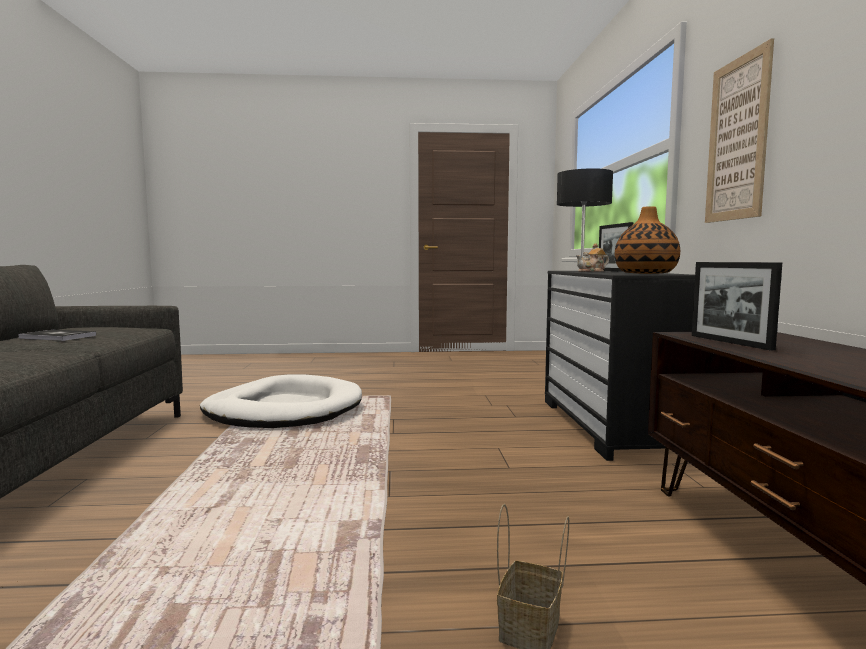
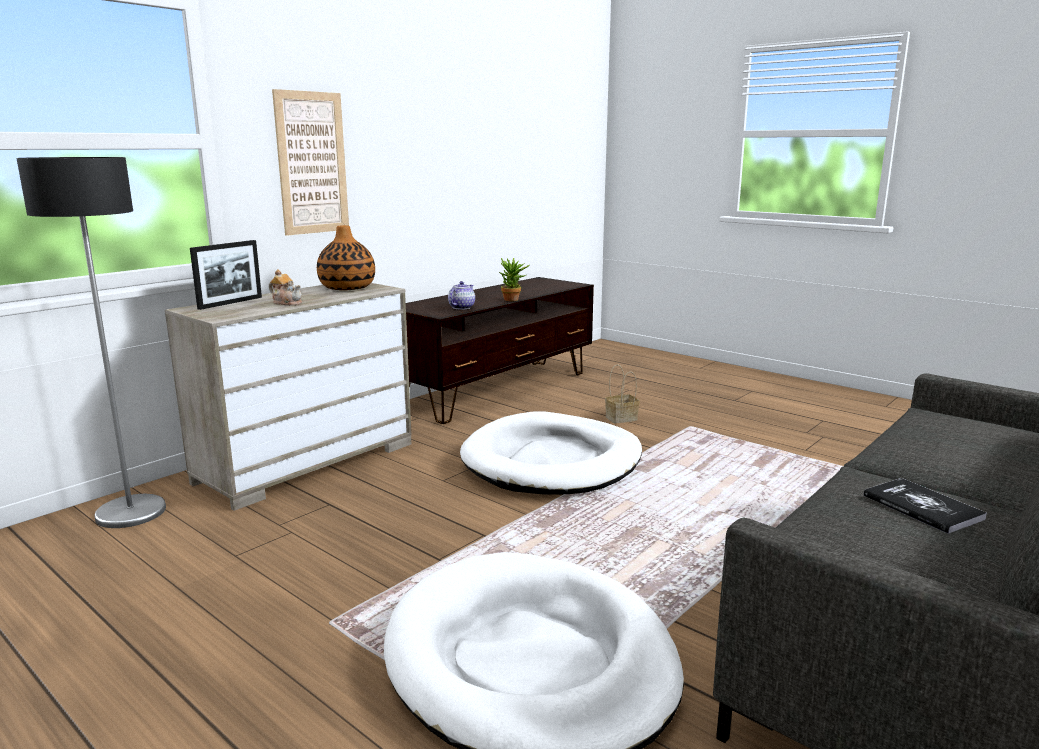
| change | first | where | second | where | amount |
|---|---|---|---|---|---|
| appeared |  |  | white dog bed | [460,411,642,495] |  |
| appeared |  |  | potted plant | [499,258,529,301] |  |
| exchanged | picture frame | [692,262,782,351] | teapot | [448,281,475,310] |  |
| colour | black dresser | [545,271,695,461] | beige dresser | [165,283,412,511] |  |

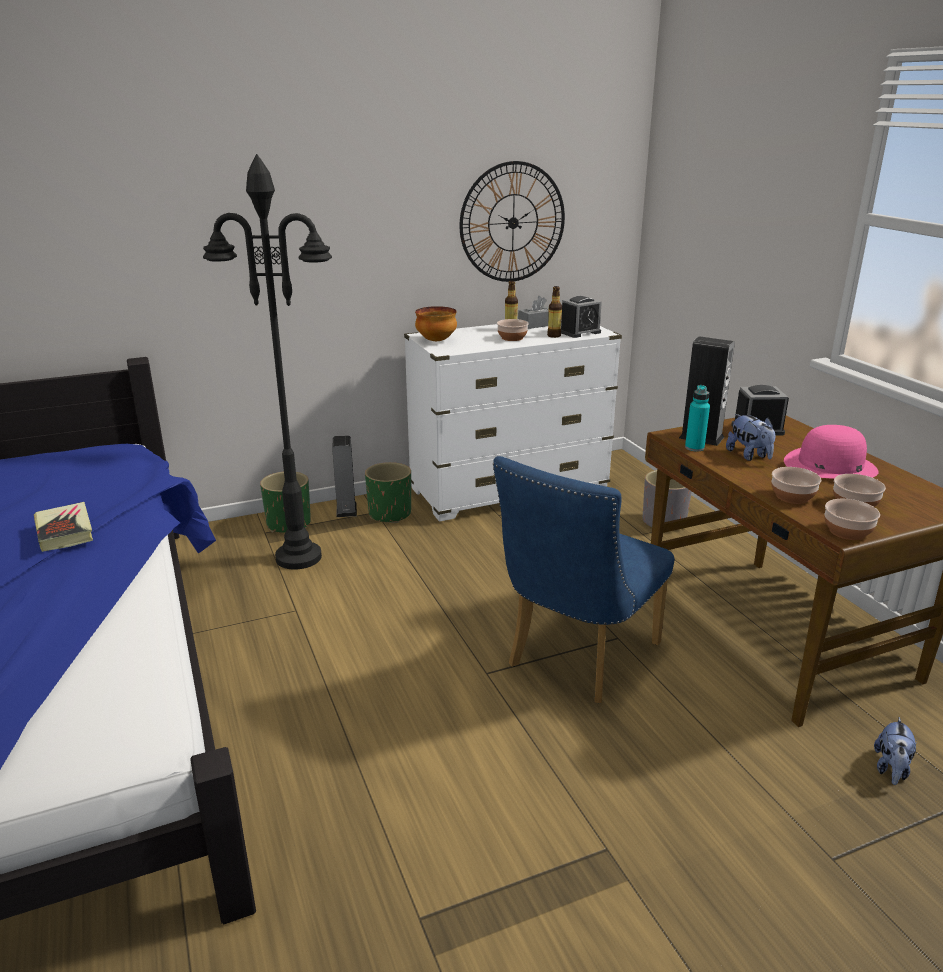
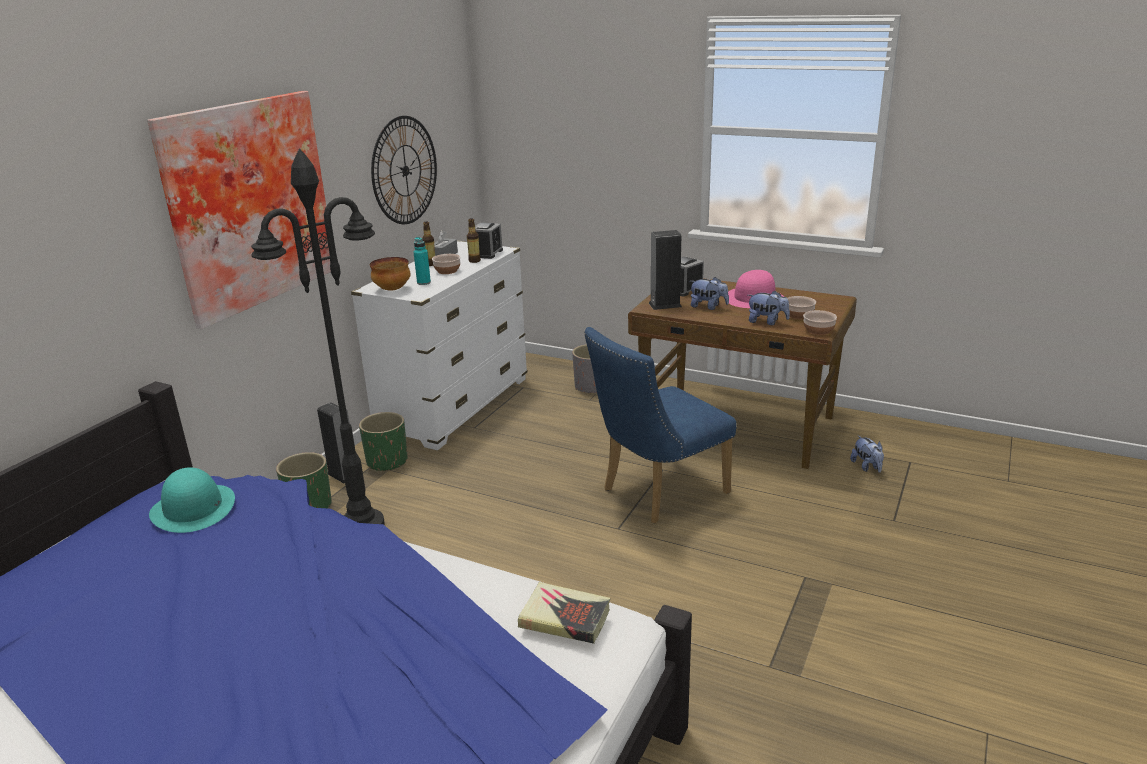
| change | first | where | second | where | amount |
|---|---|---|---|---|---|
| appeared |  |  | picture | [147,91,331,329] |  |
| appeared |  |  | turquoise hat | [149,467,235,533] |  |
| relocated | book | [34,502,93,552] |  | [518,582,610,644] |  |
| relocated | turquoise bottle | [685,385,710,451] |  | [414,237,431,285] |  |
| exchanged | bowl | [771,467,821,504] | plush toy | [748,290,790,325] |  |
| spun | blue chair | [493,456,674,703] |  | [584,327,737,524] | 60 degrees clockwise |

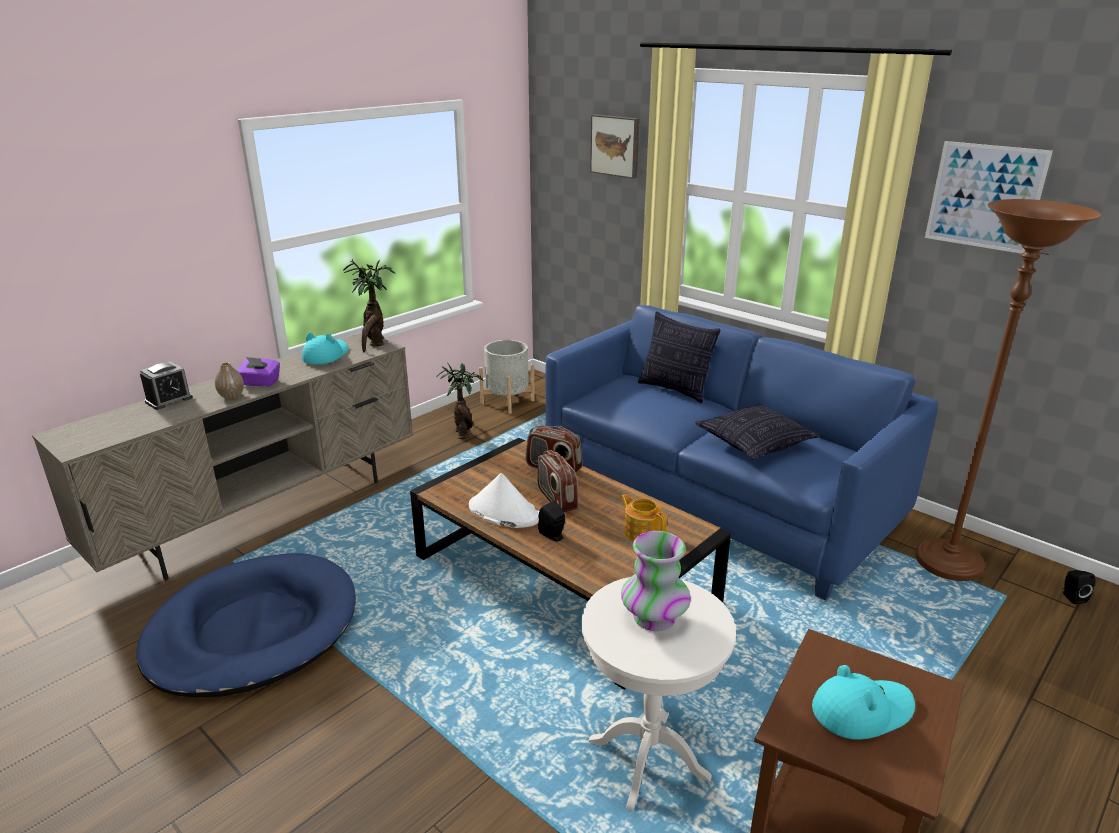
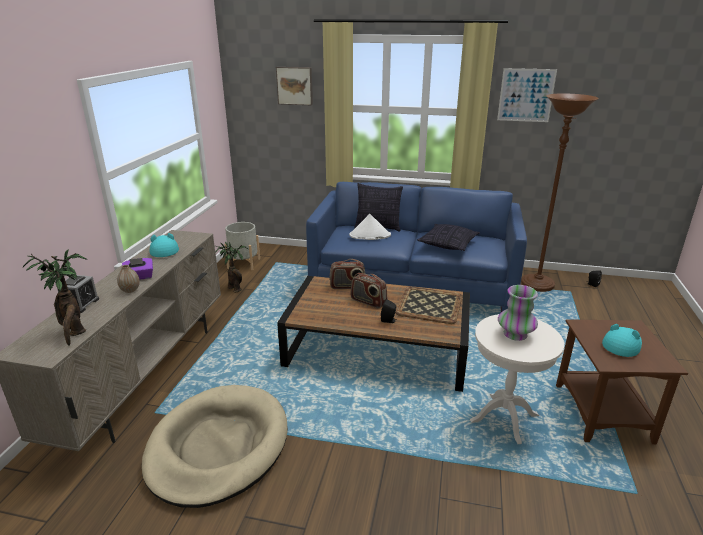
| change | first | where | second | where | amount |
|---|---|---|---|---|---|
| relocated | potted plant | [343,259,395,353] |  | [22,249,87,346] |  |
| relocated | white hat | [469,473,539,528] |  | [349,214,391,240] |  |
| exchanged | teapot | [621,494,667,542] | tray | [395,286,462,324] |  |
| colour | blue dog bed | [136,553,356,697] | beige dog bed | [142,385,288,508] |  |

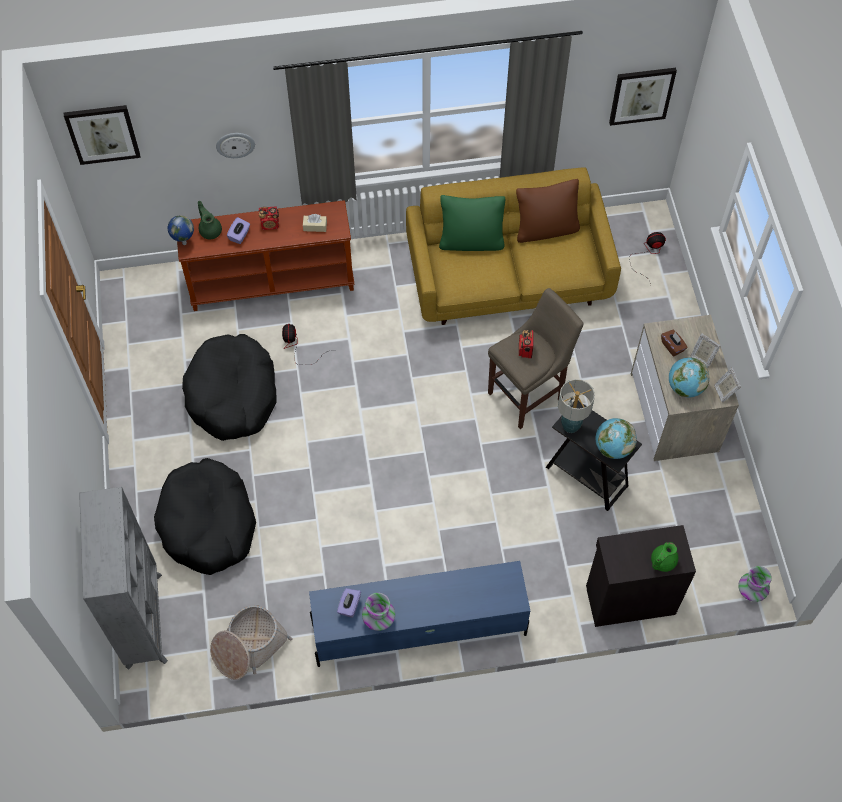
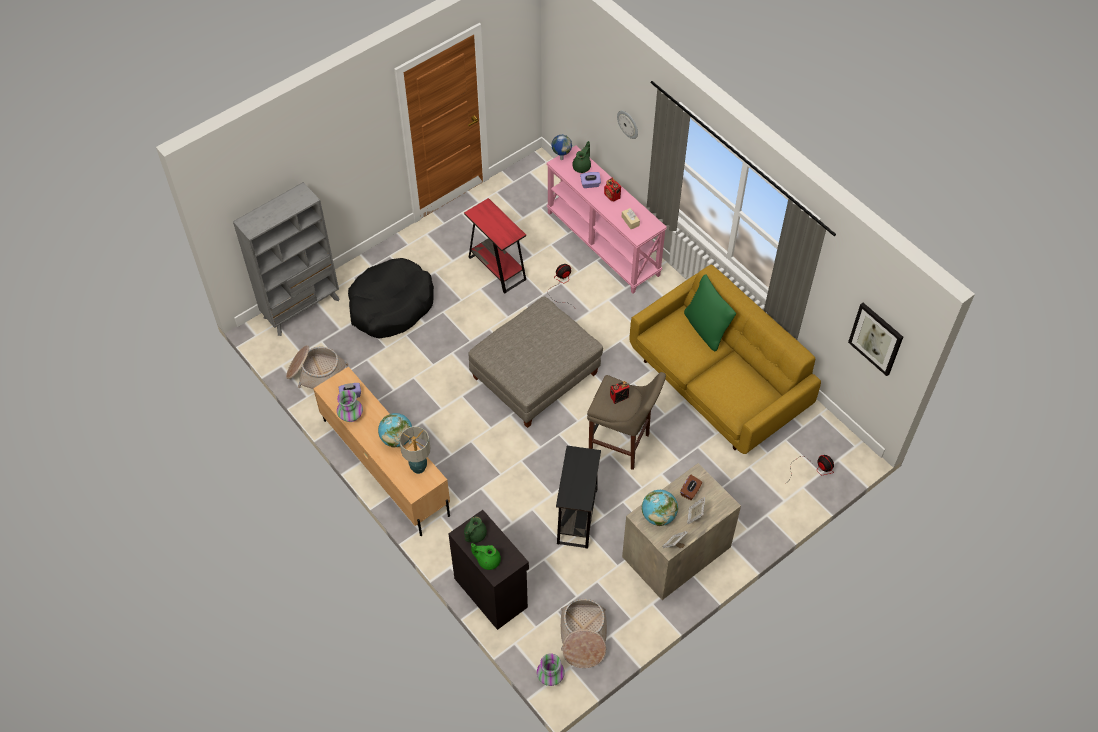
| change | first | where | second | where | amount |
|---|---|---|---|---|---|
| missing | picture | [64,105,141,165] |  |  |  |
| missing | brown pillow | [516,179,580,243] |  |  |  |
| appeared |  |  | green teapot | [464,516,487,543] |  |
| appeared |  |  | grey ottoman | [468,296,603,428] |  |
| appeared |  |  | basket | [561,599,607,668] |  |
| relocated | table lamp | [558,379,595,433] |  | [399,427,430,474] |  |
| relocated | globe | [595,418,637,459] |  | [378,413,412,448] |  |
| exchanged | black dog bed | [182,334,276,441] | red side table | [464,198,526,294] |  |
| colour | brown console table | [177,200,355,311] | pink console table | [547,145,667,294] |  |
| colour | blue tv stand | [309,561,530,667] | beige tv stand | [313,367,450,536] |  |

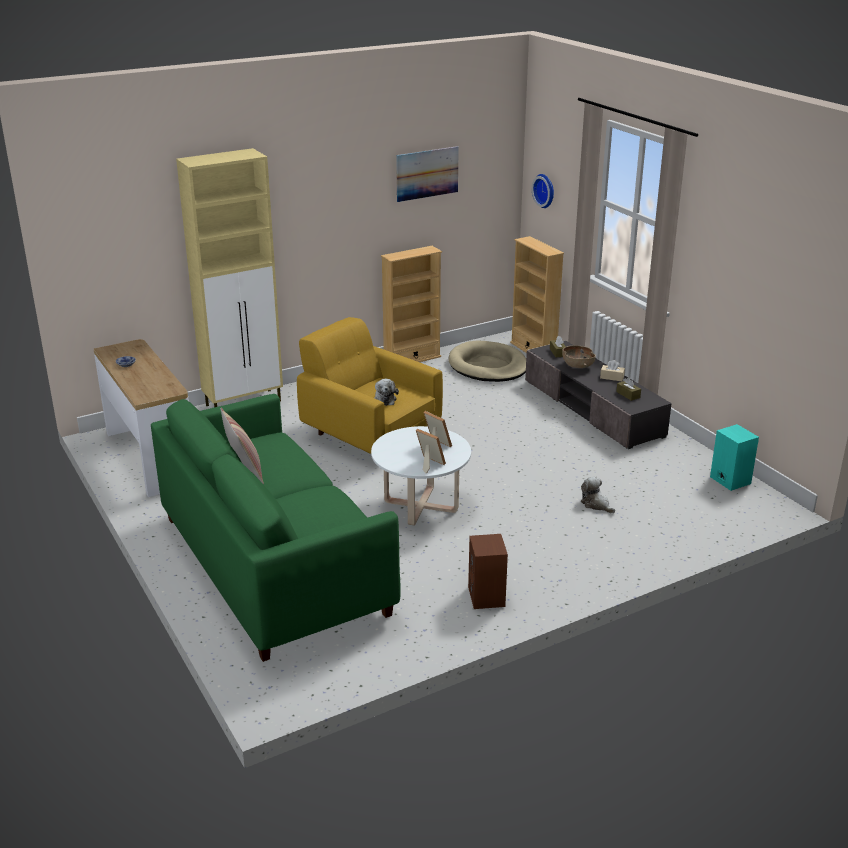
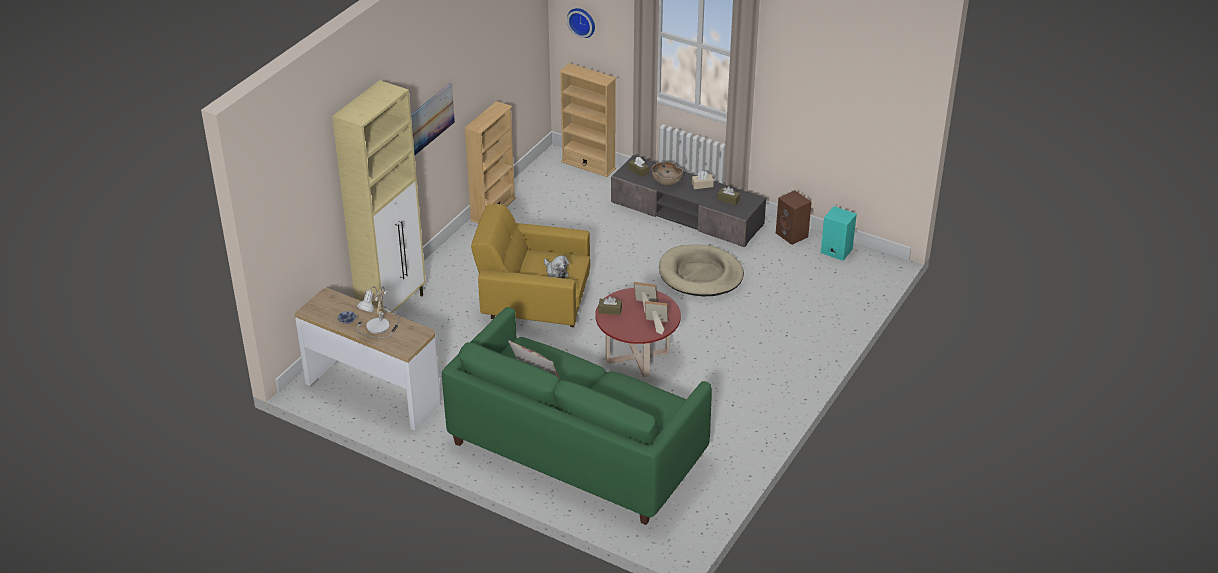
| change | first | where | second | where | amount |
|---|---|---|---|---|---|
| missing | plush toy | [581,477,615,513] |  |  |  |
| appeared |  |  | table lamp | [356,286,399,339] |  |
| appeared |  |  | brown tissue box | [598,296,622,315] |  |
| relocated | picture | [396,146,459,202] |  | [411,83,455,155] |  |
| relocated | beige dog bed | [449,340,526,382] |  | [659,244,744,296] |  |
| relocated | brown speaker | [468,534,508,609] |  | [776,190,812,245] |  |
| colour | white coffee table | [371,426,471,526] | red coffee table | [595,288,681,377] |  |

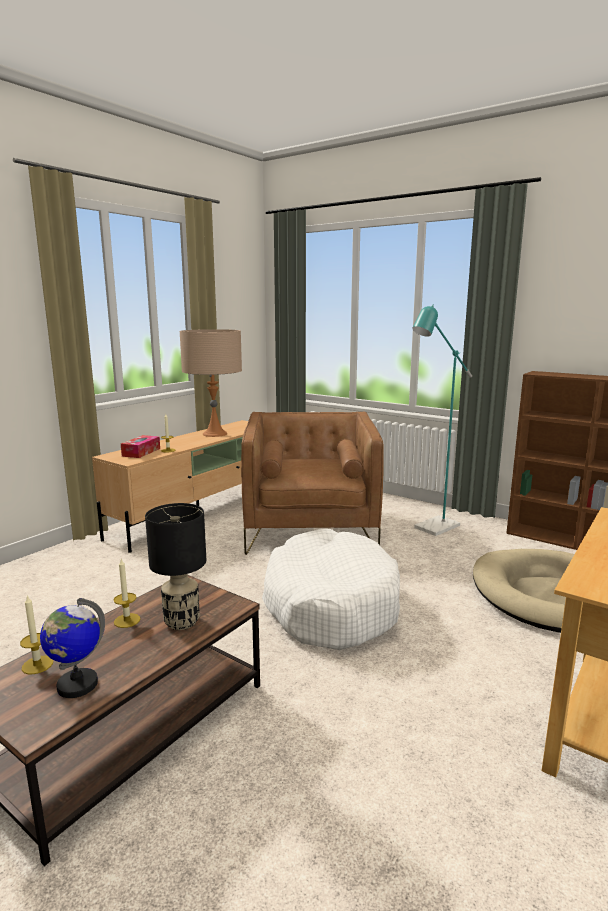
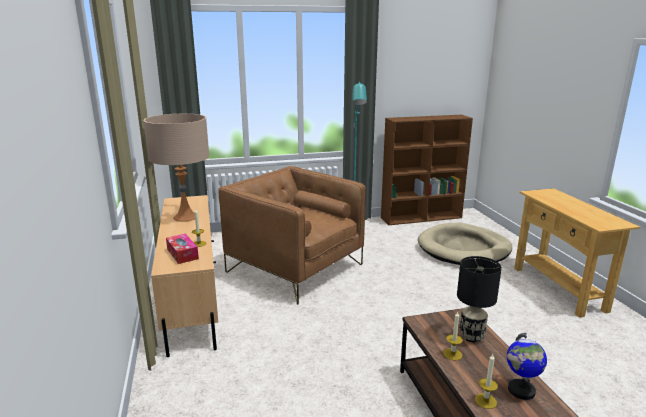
| change | first | where | second | where | amount |
|---|---|---|---|---|---|
| missing | white dog bed | [262,529,400,650] |  |  |  |

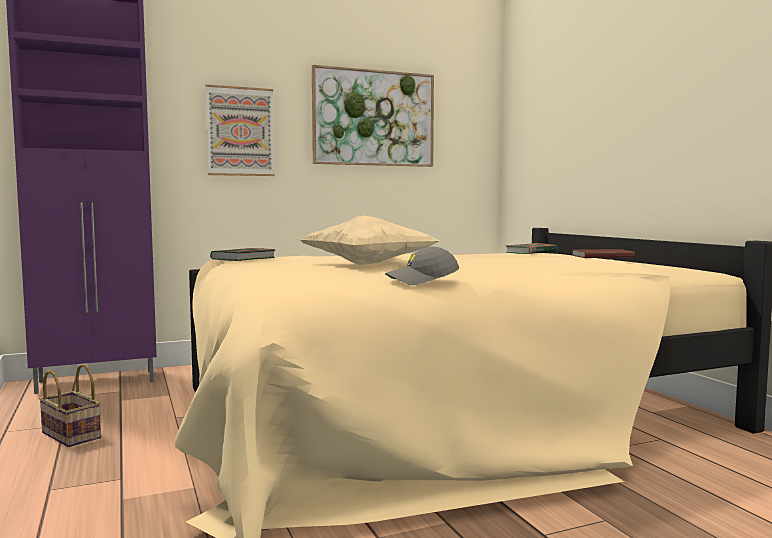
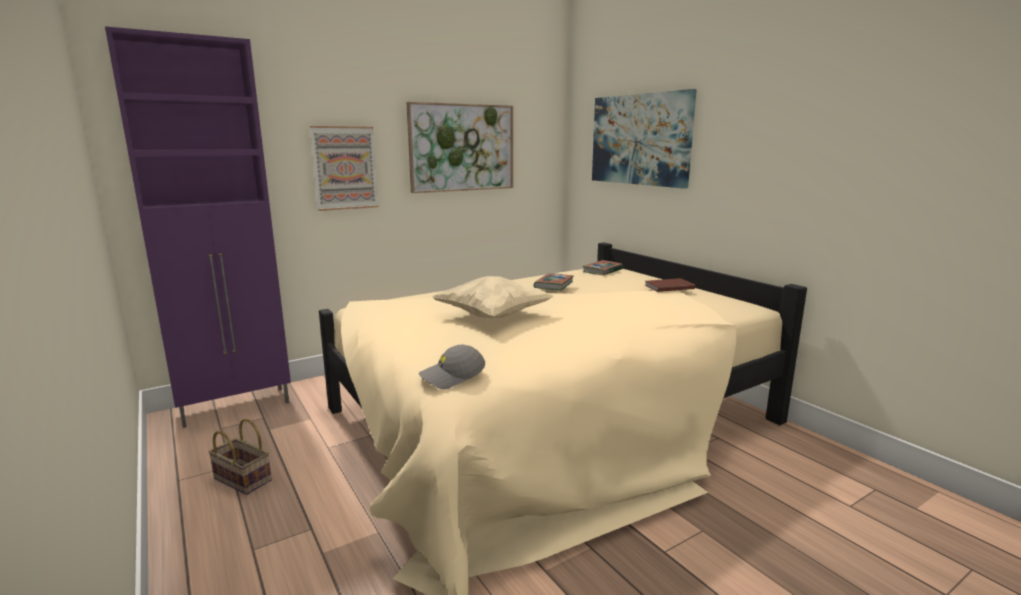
| change | first | where | second | where | amount |
|---|---|---|---|---|---|
| appeared |  |  | picture | [592,89,697,188] |  |
| relocated | book | [210,248,275,261] |  | [533,273,574,291] |  |
| relocated | grey cap | [385,246,459,285] |  | [419,345,485,390] |  |

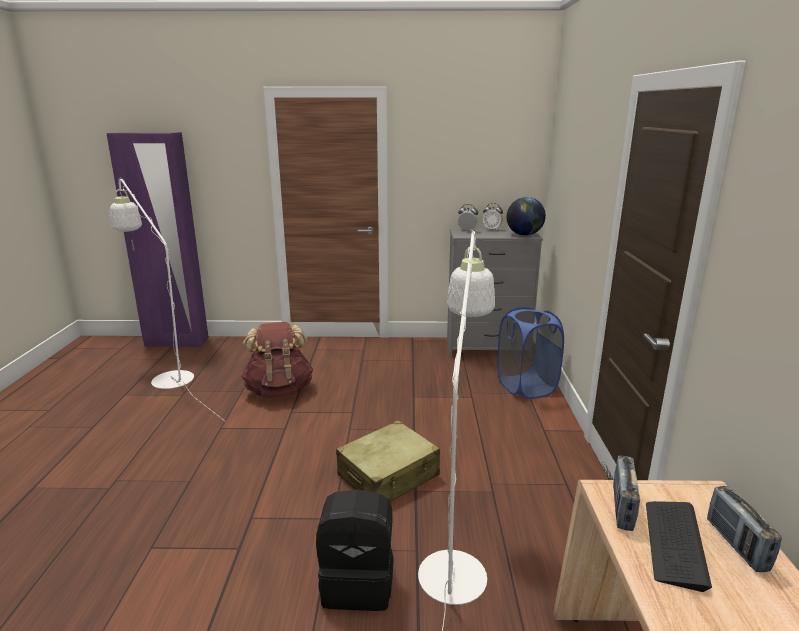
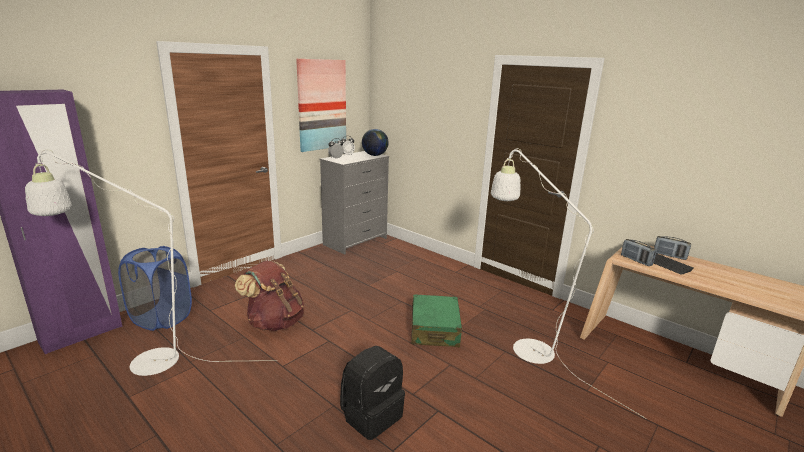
| change | first | where | second | where | amount |
|---|---|---|---|---|---|
| appeared |  |  | picture | [296,59,346,152] |  |
| relocated | black backpack | [316,490,394,611] |  | [340,346,405,440] |  |
| relocated | blue laundry basket | [497,307,564,399] |  | [118,246,192,331] |  |
| colour | beige suitcase | [336,420,440,502] | green suitcase | [411,294,462,347] |  |

